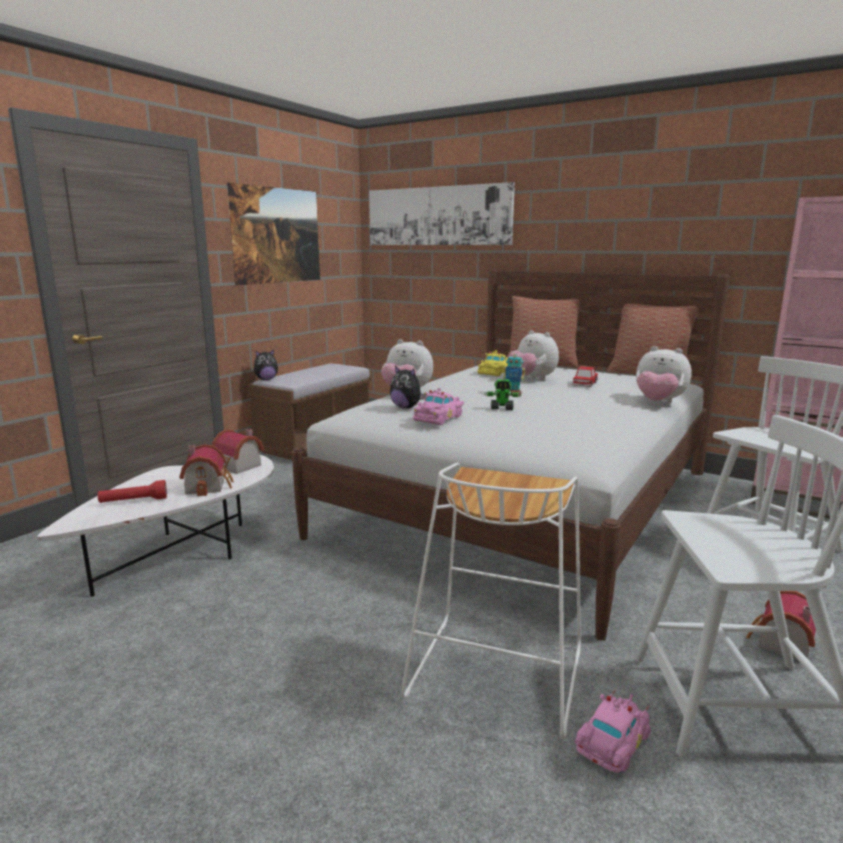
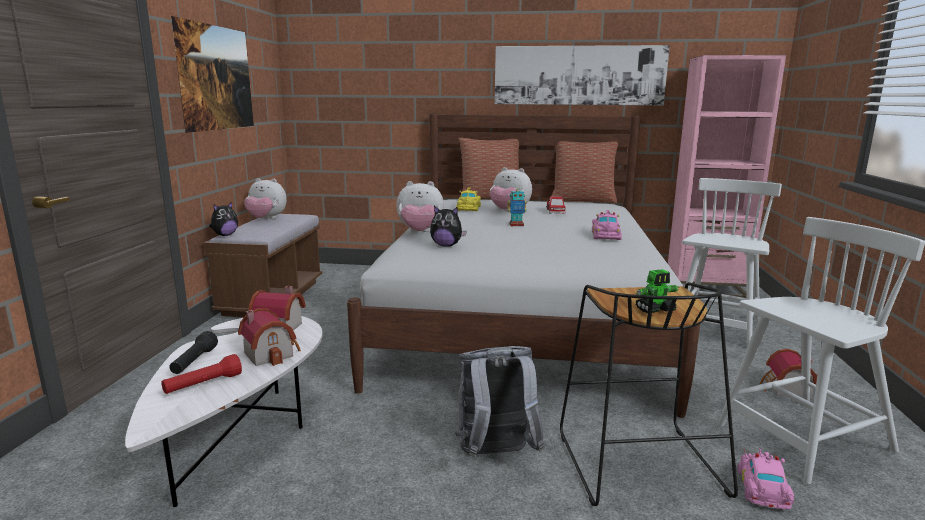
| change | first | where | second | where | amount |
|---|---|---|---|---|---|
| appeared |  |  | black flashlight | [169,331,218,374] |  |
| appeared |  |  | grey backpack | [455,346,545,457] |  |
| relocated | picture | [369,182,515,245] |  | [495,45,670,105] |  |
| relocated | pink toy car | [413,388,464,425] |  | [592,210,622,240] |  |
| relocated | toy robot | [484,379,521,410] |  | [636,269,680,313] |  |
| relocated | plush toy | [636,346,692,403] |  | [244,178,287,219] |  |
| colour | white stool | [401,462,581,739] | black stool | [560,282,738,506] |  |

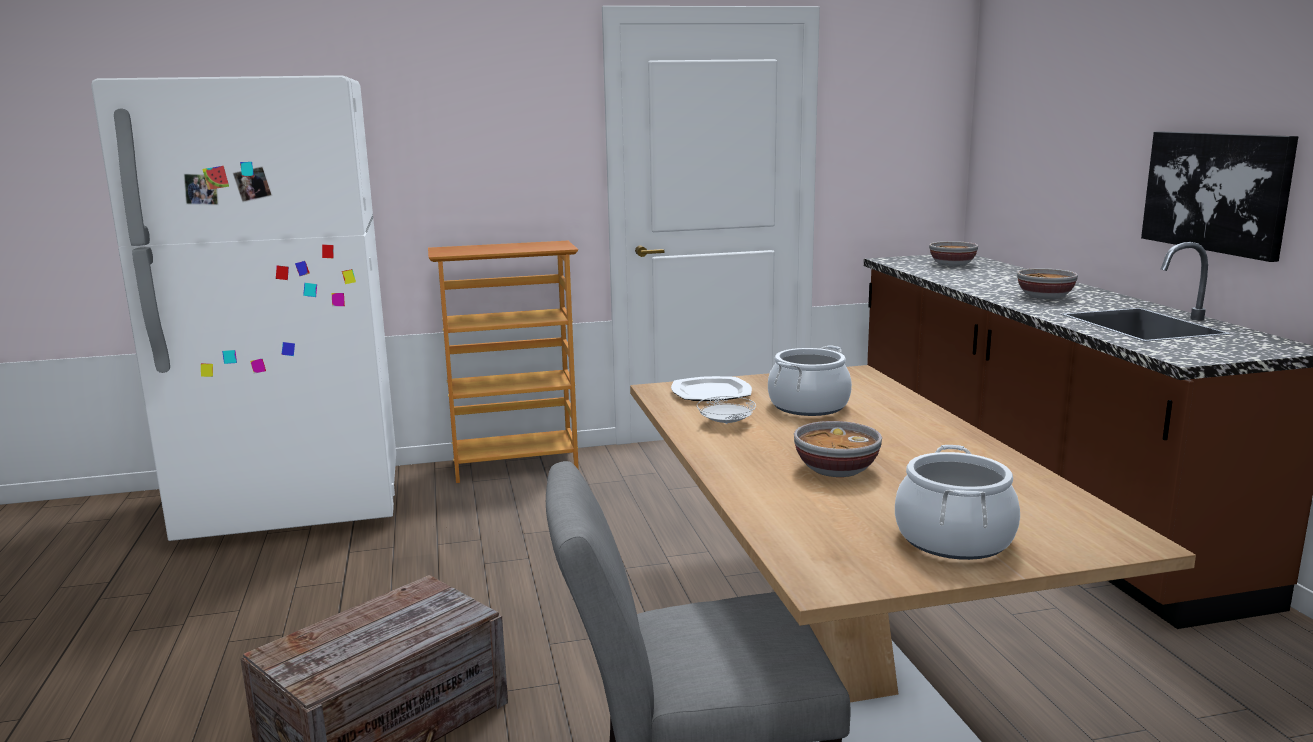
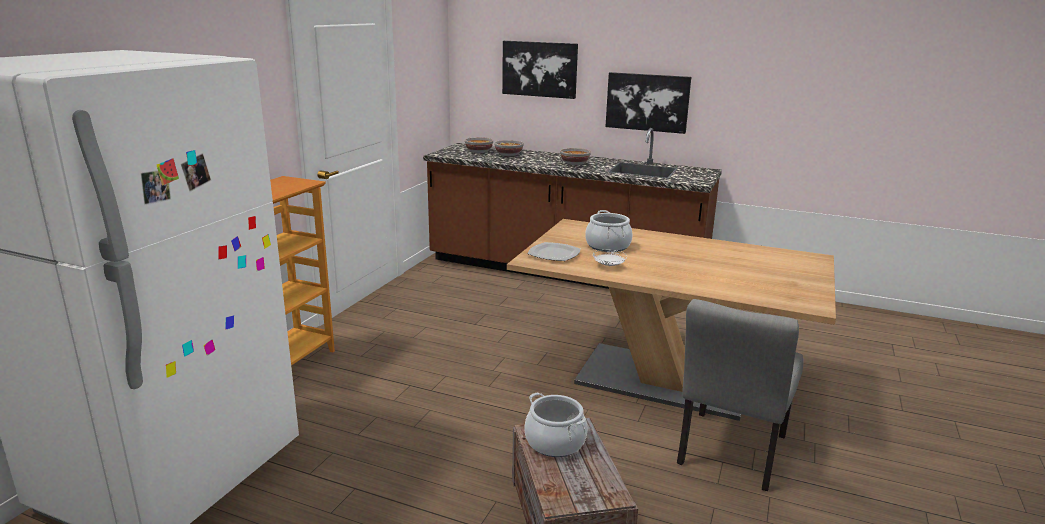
| change | first | where | second | where | amount |
|---|---|---|---|---|---|
| appeared |  |  | picture | [502,41,578,99] |  |
| relocated | bowl | [794,421,882,477] |  | [494,140,524,156] |  |
| relocated | cooking pot | [895,445,1020,560] |  | [524,392,587,457] |  |

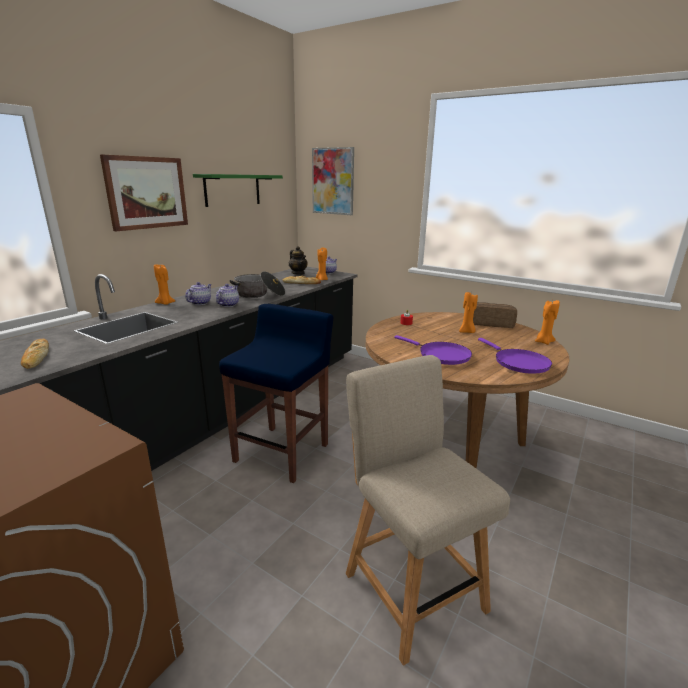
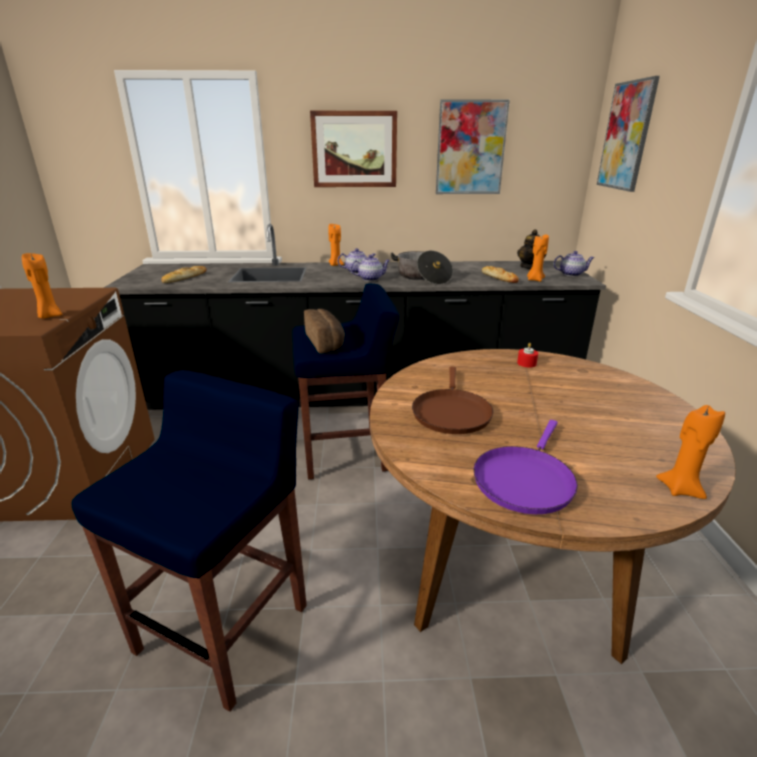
| change | first | where | second | where | amount |
|---|---|---|---|---|---|
| relocated | orange candle | [459,292,478,333] |  | [22,253,62,319] |  |
| relocated | bread | [473,302,517,328] |  | [304,309,345,354] |  |
| exchanged | green shelf | [193,174,283,207] | picture | [436,99,510,194] |  |
| exchanged | beige chair | [346,355,510,665] | blue stool | [71,370,307,712] |  |
| colour | purple frying pan | [394,335,472,365] | brown frying pan | [412,367,493,434] |  |

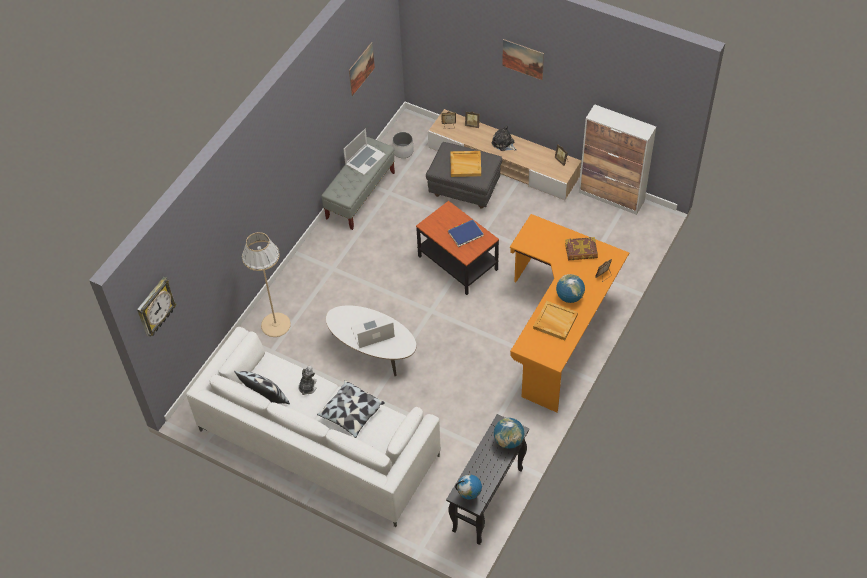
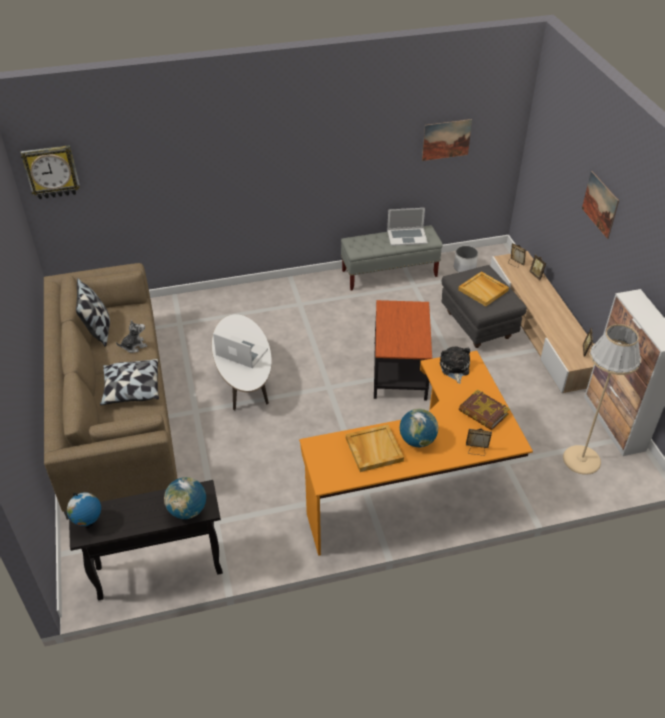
| change | first | where | second | where | amount |
|---|---|---|---|---|---|
| missing | blue book | [448,220,484,247] |  |  |  |
| relocated | beige floor lamp | [242,232,291,337] |  | [563,324,641,475] |  |
| relocated | plush toy | [491,126,517,151] |  | [440,346,470,384] |  |
| colour | white sofa | [186,327,441,527] | brown sofa | [44,263,178,520] |  |

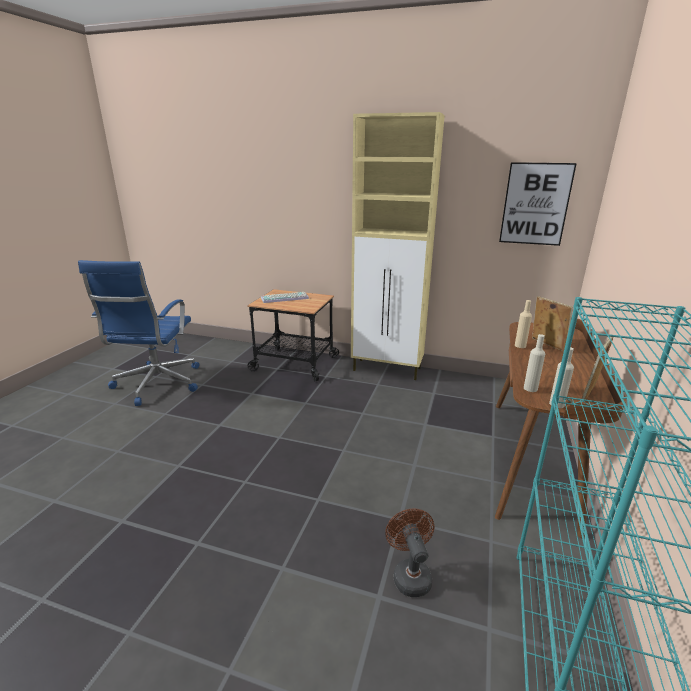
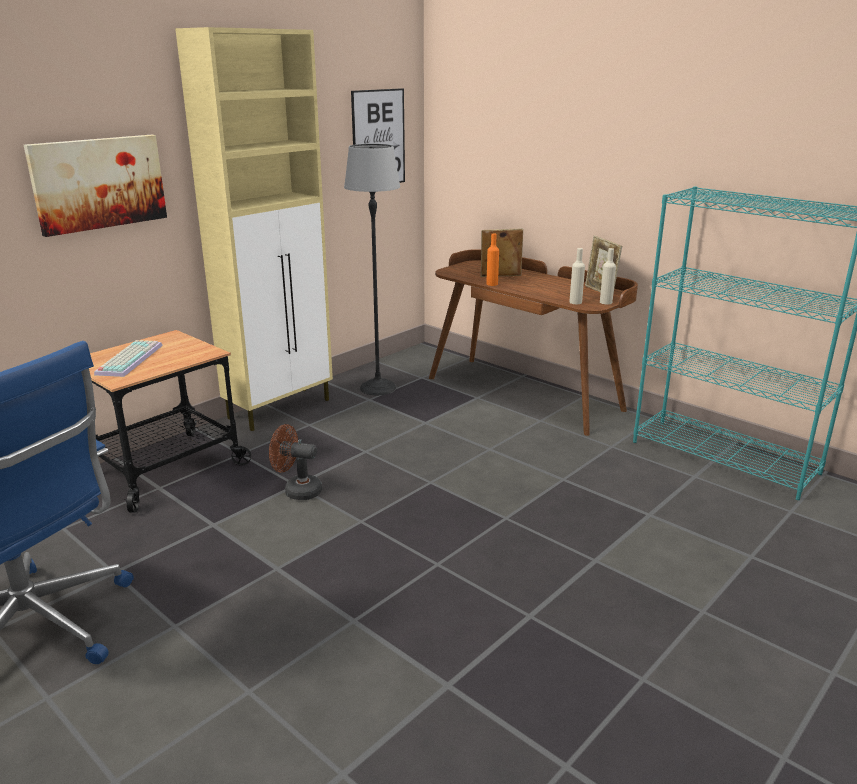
| change | first | where | second | where | amount |
|---|---|---|---|---|---|
| appeared |  |  | picture | [24,135,167,237] |  |
| appeared |  |  | floor lamp | [344,144,400,395] |  |
| relocated | brown fan | [385,508,434,597] |  | [269,424,322,500] |  |
| colour | beige bottle | [515,300,532,348] | orange bottle | [486,233,499,286] |  |

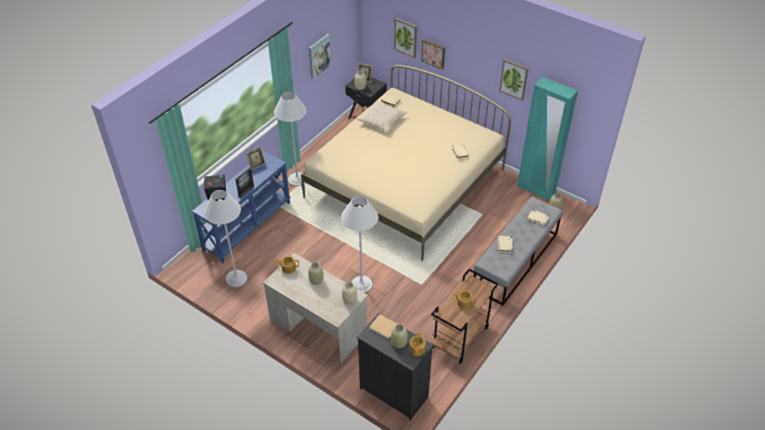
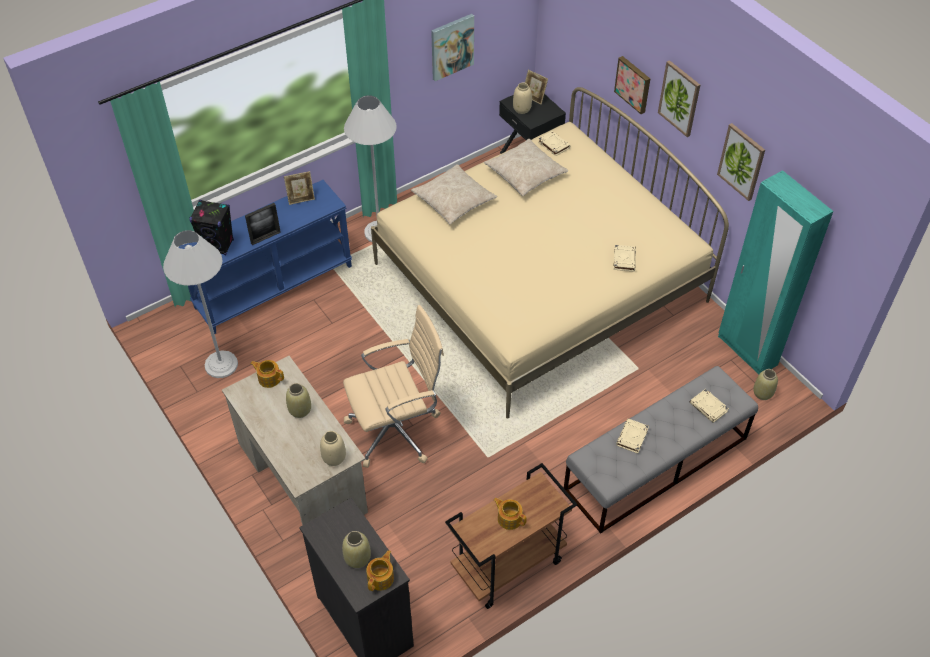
| change | first | where | second | where | amount |
|---|---|---|---|---|---|
| missing | beige book | [369,314,397,339] |  |  |  |
| appeared |  |  | beige pillow | [411,164,497,225] |  |
| relocated | picture | [394,18,417,58] |  | [658,60,700,137] |  |
| exchanged | white floor lamp | [341,196,378,293] | beige office chair | [343,305,444,468] |  |

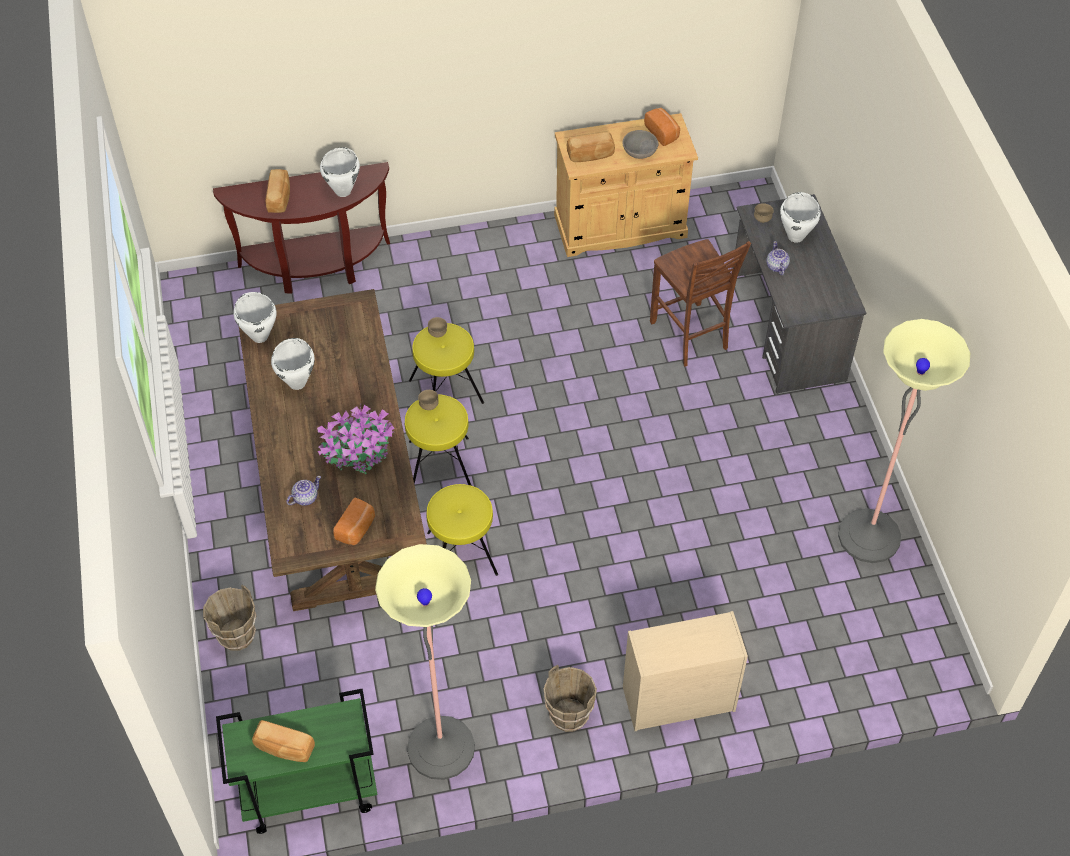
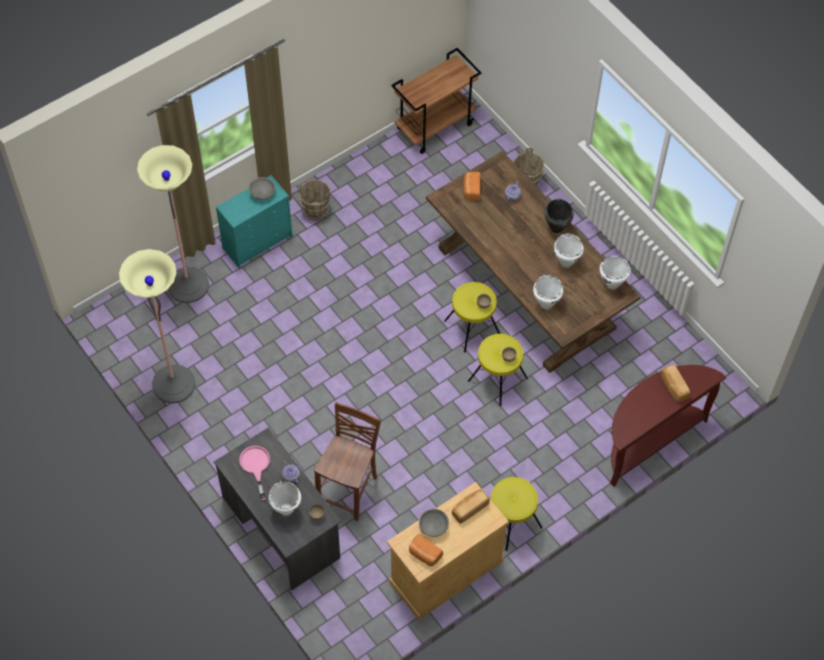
| change | first | where | second | where | amount |
|---|---|---|---|---|---|
| missing | bread | [252,720,315,762] |  |  |  |
| missing | potted plant | [317,404,395,474] |  |  |  |
| appeared |  |  | pink frying pan | [239,446,270,500] |  |
| appeared |  |  | grey bowl | [249,177,275,200] |  |
| appeared |  |  | black cooking pot | [544,199,574,233] |  |
| relocated | white cooking pot | [320,147,360,197] |  | [533,275,563,309] |  |
| relocated | floor lamp | [375,544,475,780] |  | [137,145,209,303] |  |
| relocated | yellow stool | [426,484,498,576] |  | [491,477,543,551] |  |
| colour | green cart | [216,689,378,834] | brown cart | [391,48,482,154] |  |
| colour | beige dresser | [623,611,748,731] | turquoise dresser | [216,175,293,269] |  |
| spun | brown chair | [650,239,751,367] |  | [314,402,381,521] | 75 degrees clockwise |

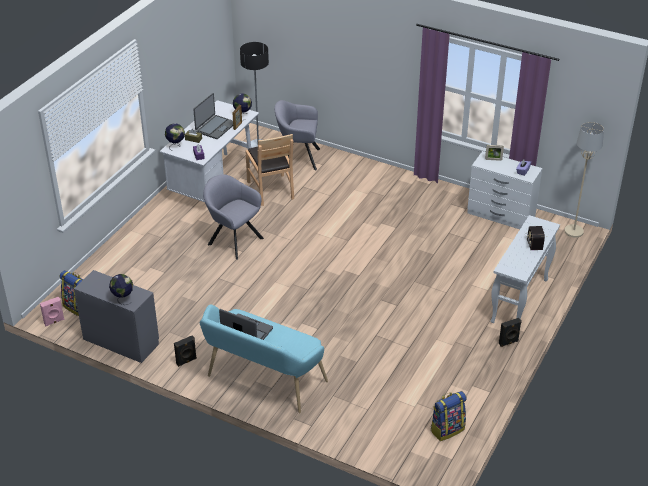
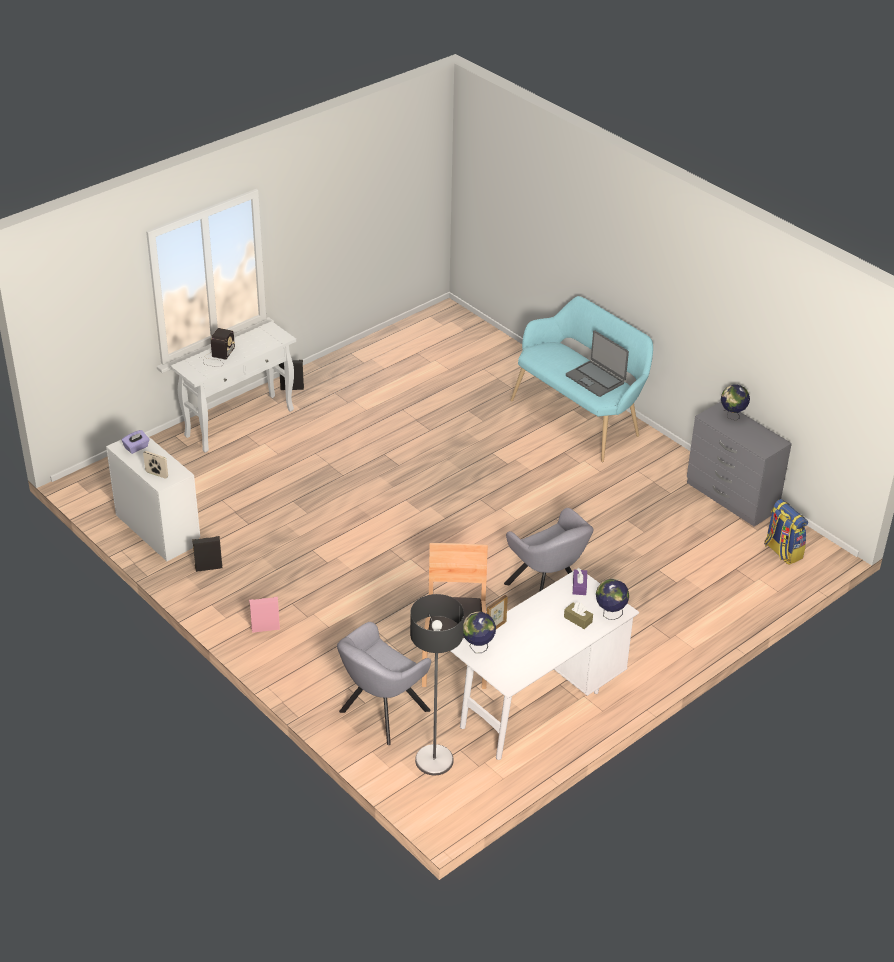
| change | first | where | second | where | amount |
|---|---|---|---|---|---|
| missing | laptop | [193,93,233,139] |  |  |  |
| missing | backpack | [431,391,467,441] |  |  |  |
| missing | beige floor lamp | [564,122,604,238] |  |  |  |
| relocated | pink speaker | [40,297,65,327] |  | [249,597,280,633] |  |
| relocated | black speaker | [174,336,197,367] |  | [192,536,222,572] |  |
| spun | grey armchair | [274,100,320,170] |  | [337,622,431,745] | 105 degrees clockwise |

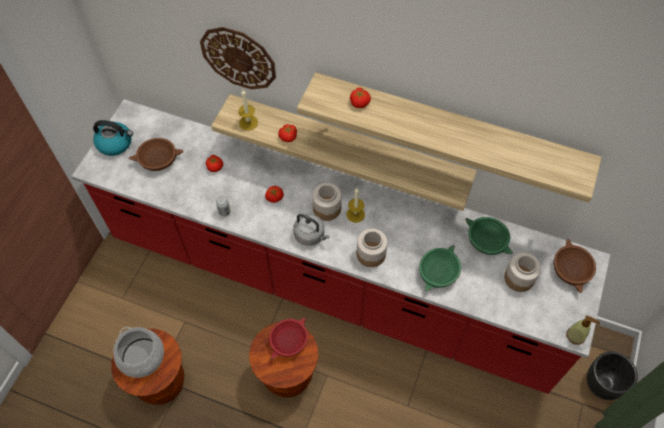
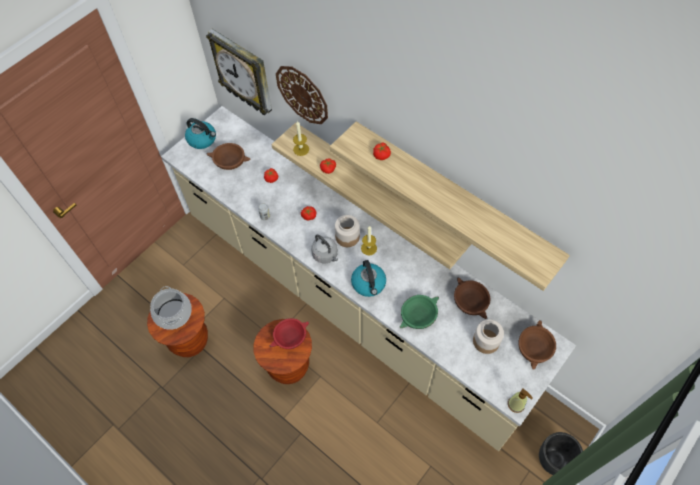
| change | first | where | second | where | amount |
|---|---|---|---|---|---|
| appeared |  |  | wall clock | [206,29,272,115] |  |
| exchanged | jar | [357,228,388,267] | kettle | [351,260,386,297] |  |
| colour | red counter | [72,99,610,394] | beige counter | [161,106,576,451] |  |
| colour | green bowl | [465,217,513,255] | brown bowl | [454,277,490,319] |  |

